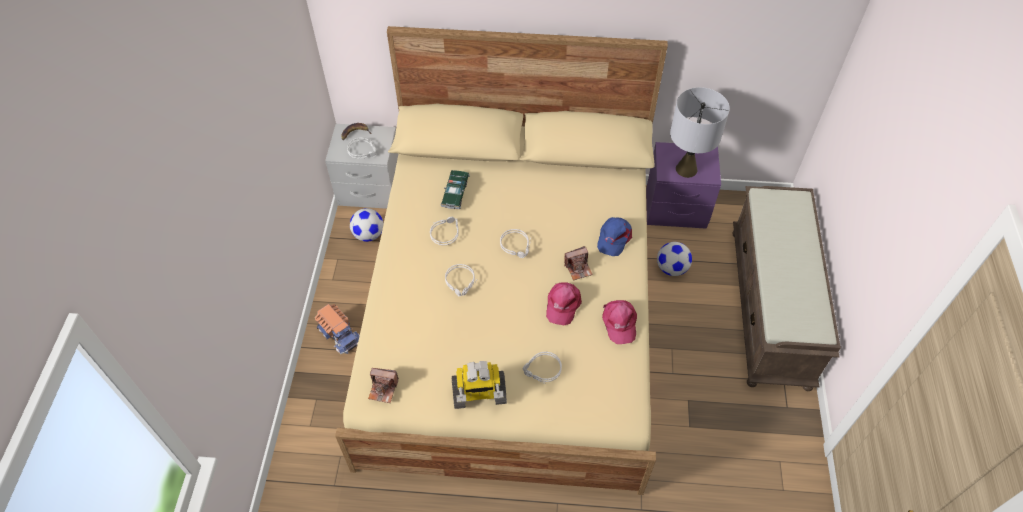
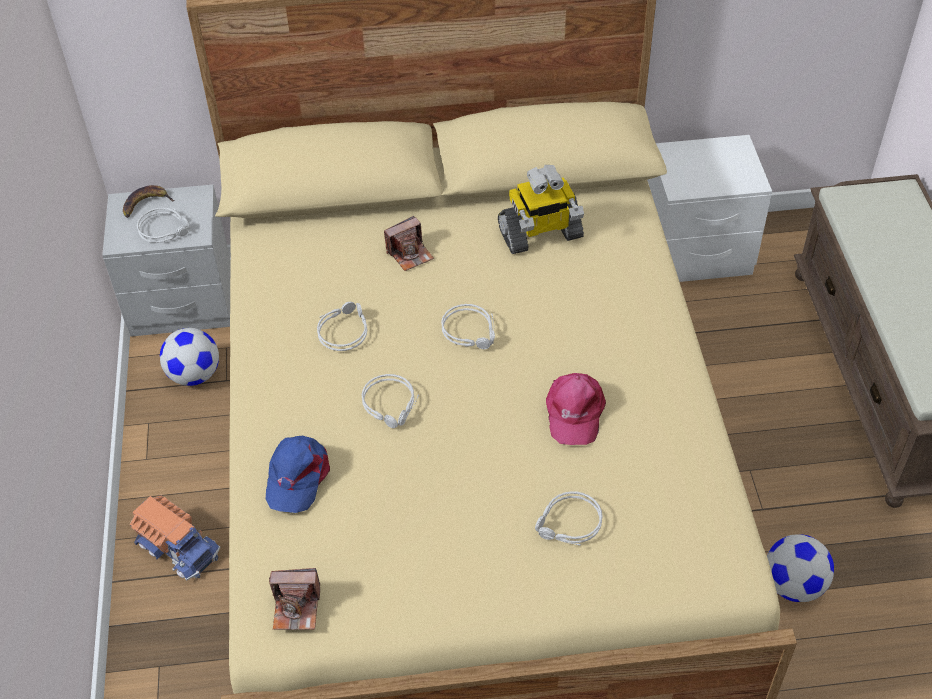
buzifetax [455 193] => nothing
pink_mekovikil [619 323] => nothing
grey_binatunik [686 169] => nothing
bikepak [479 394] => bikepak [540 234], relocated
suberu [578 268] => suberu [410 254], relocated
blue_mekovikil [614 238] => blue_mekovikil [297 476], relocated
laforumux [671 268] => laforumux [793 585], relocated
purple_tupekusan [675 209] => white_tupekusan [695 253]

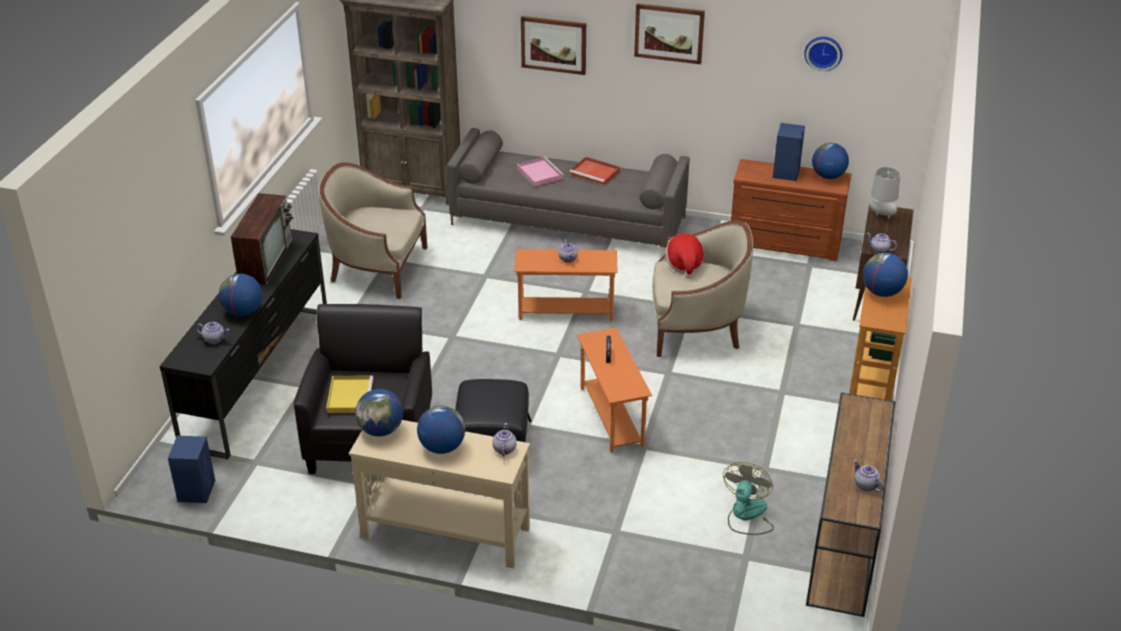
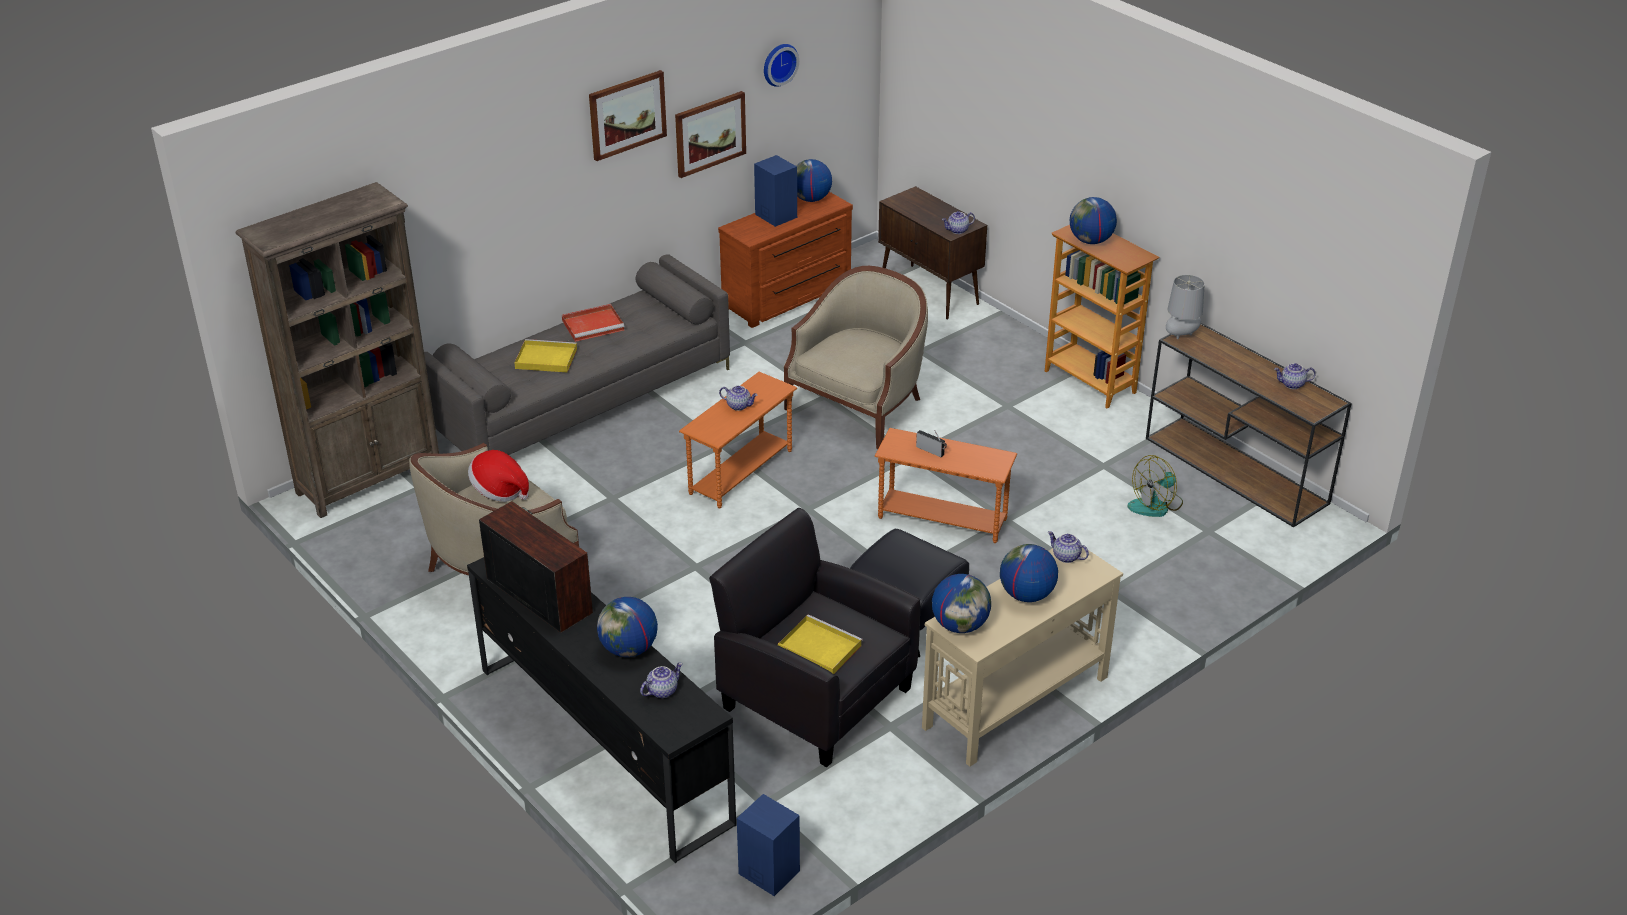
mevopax [554 44] => mevopax [710 133], relocated
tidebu [684 265] => tidebu [499 490], relocated
grey_binatunik [881 215] => grey_binatunik [1181 336], relocated
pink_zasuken [539 173] => yellow_zasuken [545 359]
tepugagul [747 515] => tepugagul [1156 505], 90 degrees counterclockwise

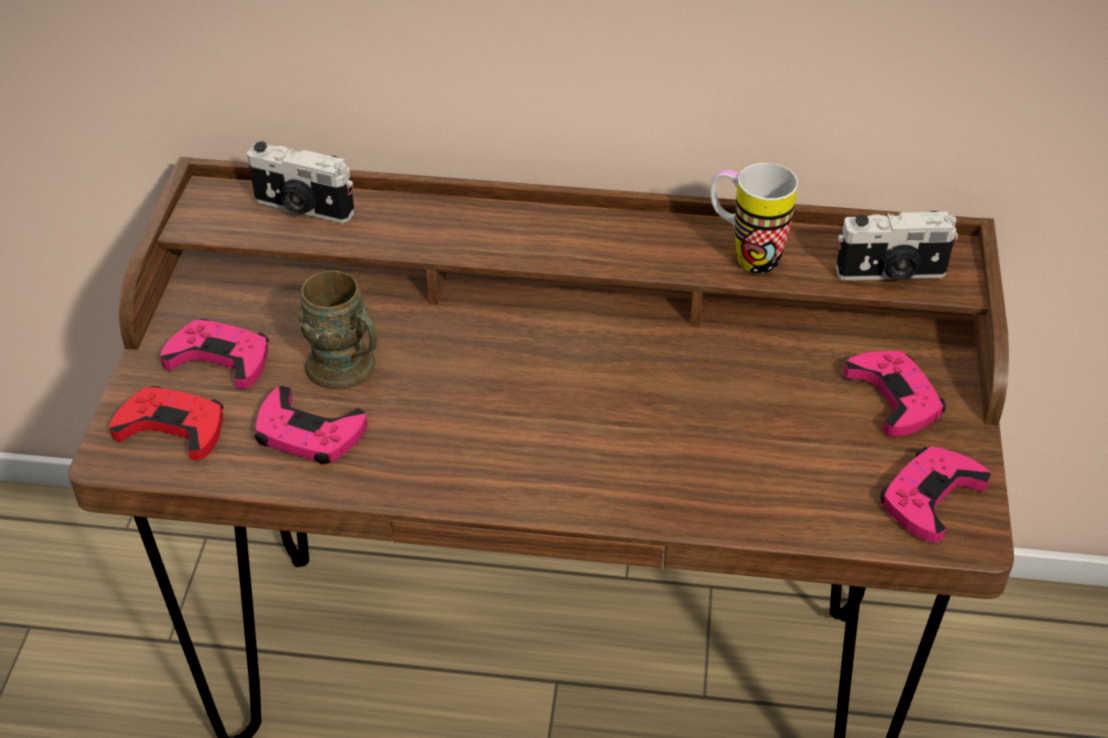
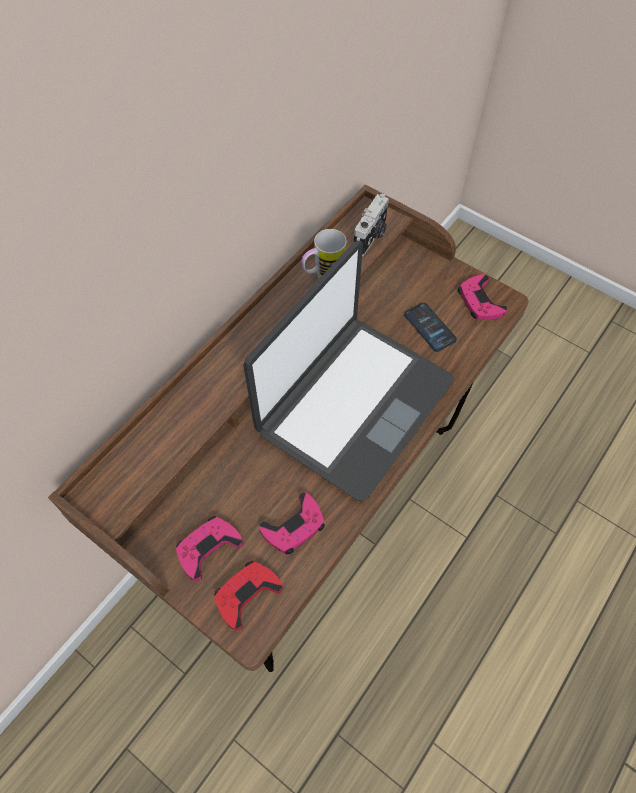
suberu [303 208] => nothing
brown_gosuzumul [349 372] => nothing
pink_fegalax [894 397] => nothing
nothing => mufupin [353 405]
nothing => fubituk [429 327]

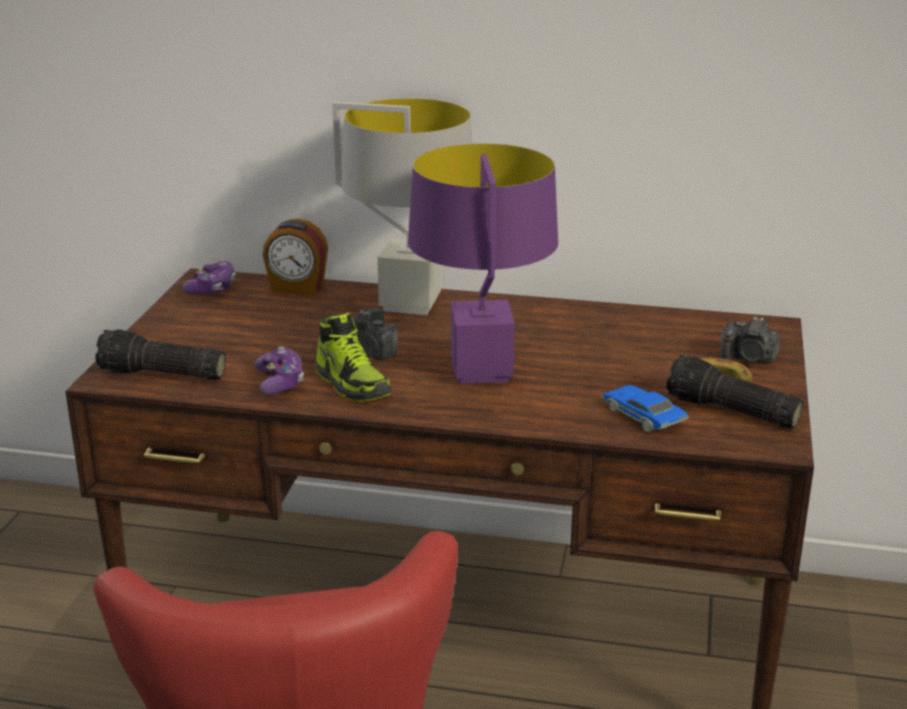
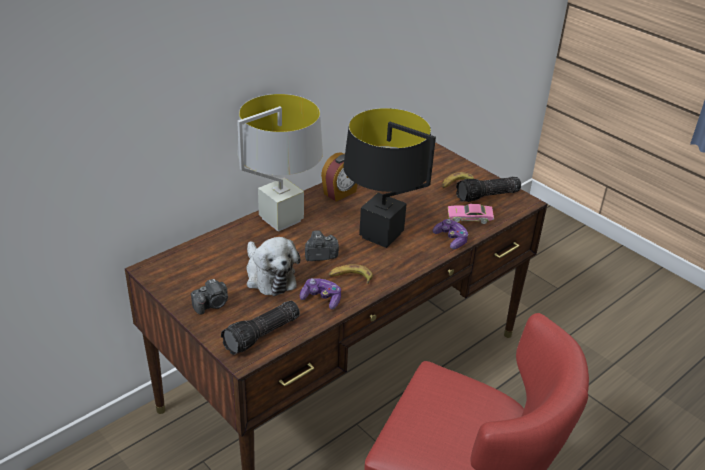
nothing => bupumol [269 276]
fegalax [212 288] => fegalax [451 239], relocated
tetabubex [297 288] => tetabubex [340 193], relocated
suberu [749 358] => suberu [212 305], relocated
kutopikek [352 384] => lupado [350 278]
purple_binatunik [481 372] => black_binatunik [381 236]
blue_buzifetax [644 416] => pink_buzifetax [469 217]

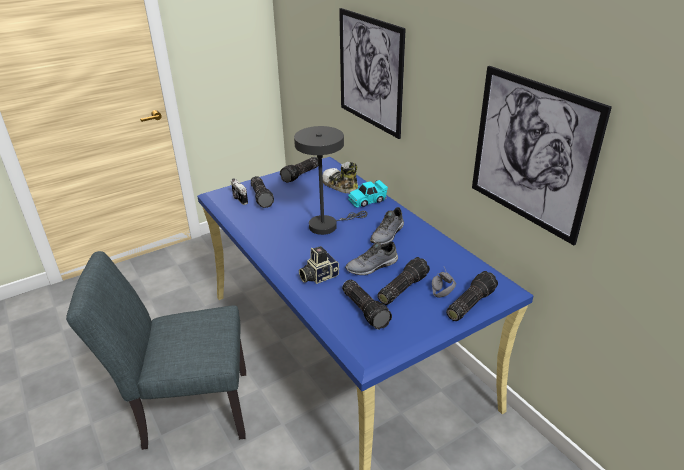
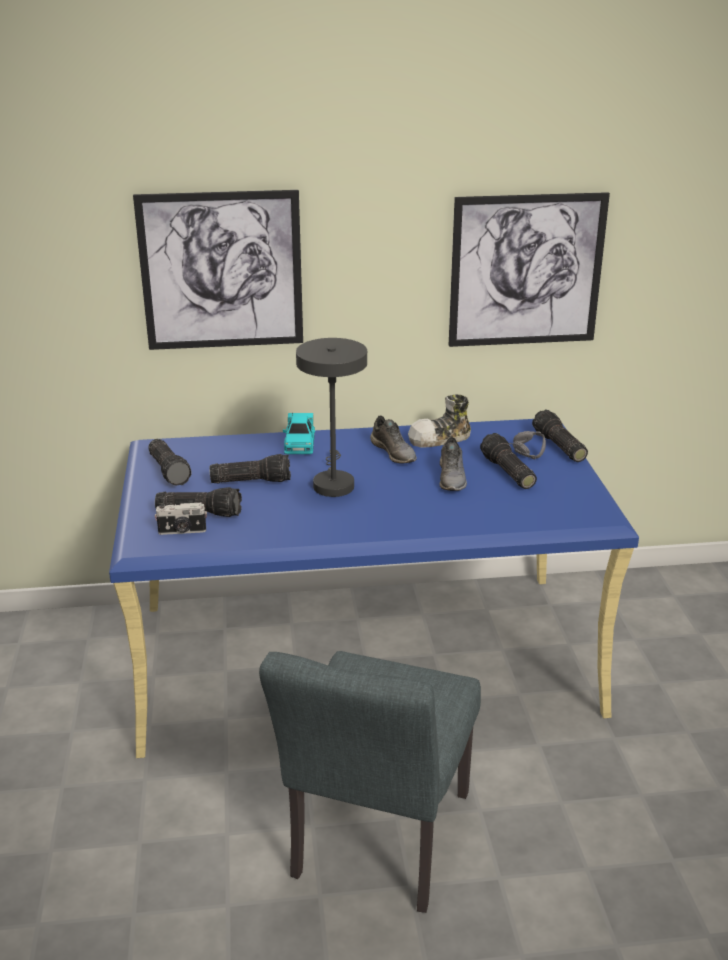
suberu [318 276] => nothing
kutopikek [339 186] => kutopikek [440 439], relocated
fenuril [366 310] => fenuril [252 480], relocated

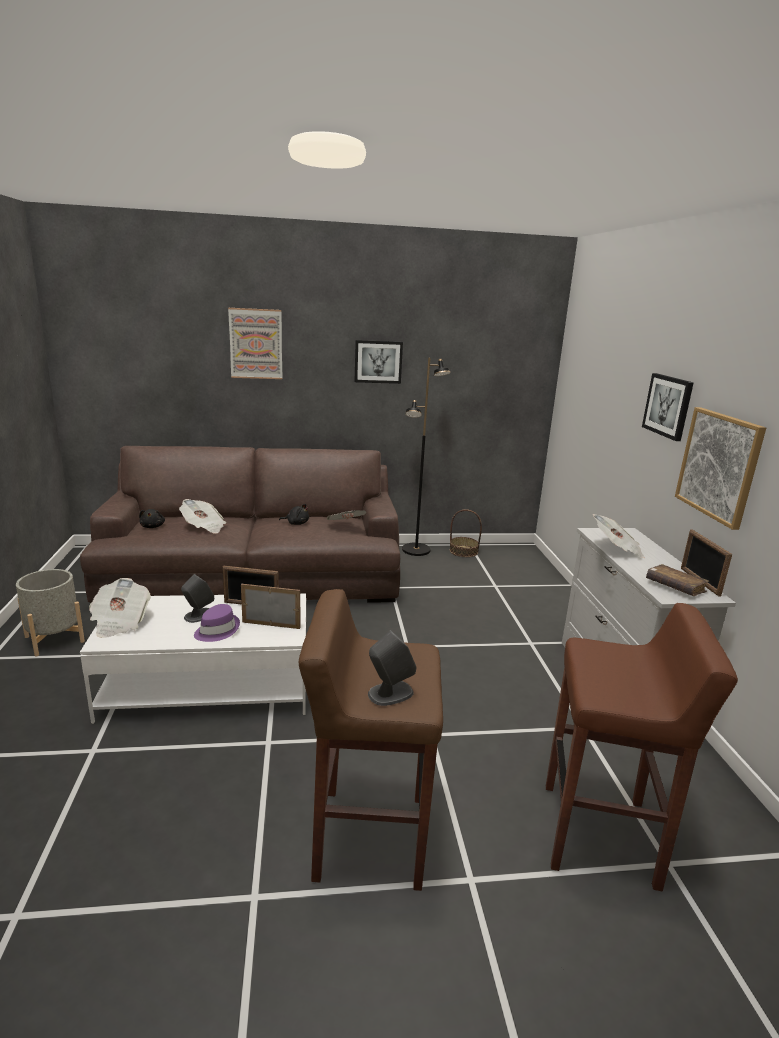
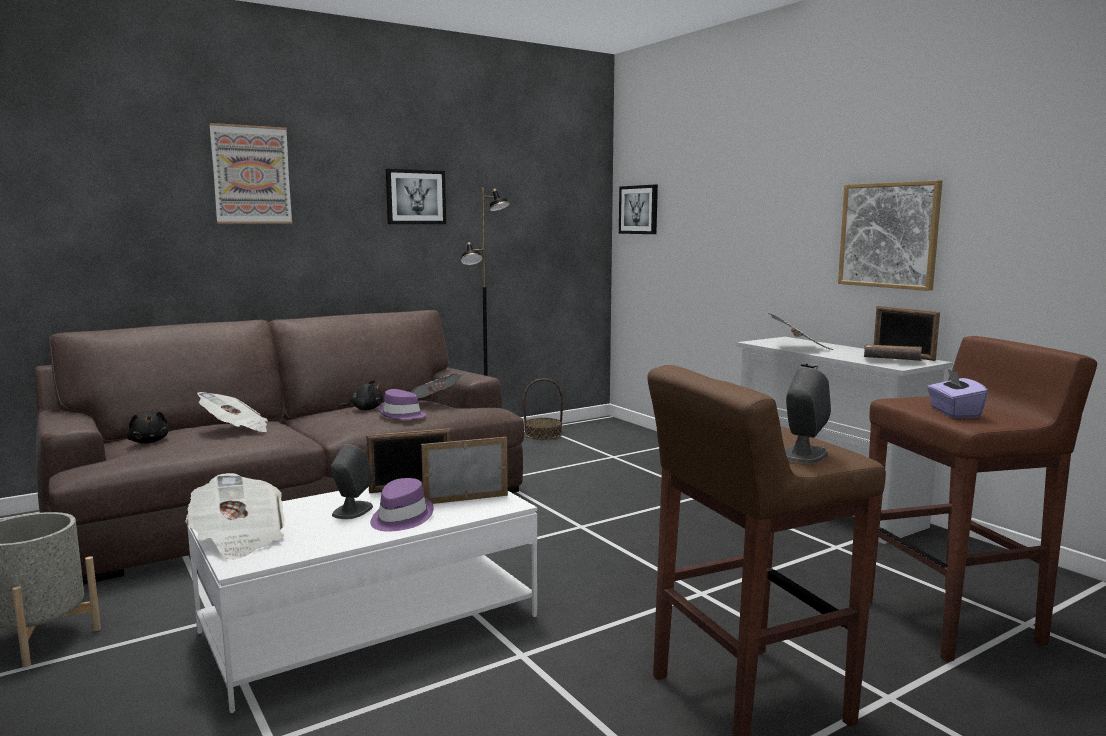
nothing => purple_tidebu [402 415]
nothing => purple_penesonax [954 413]
mevopax [668 406] => mevopax [639 209], relocated

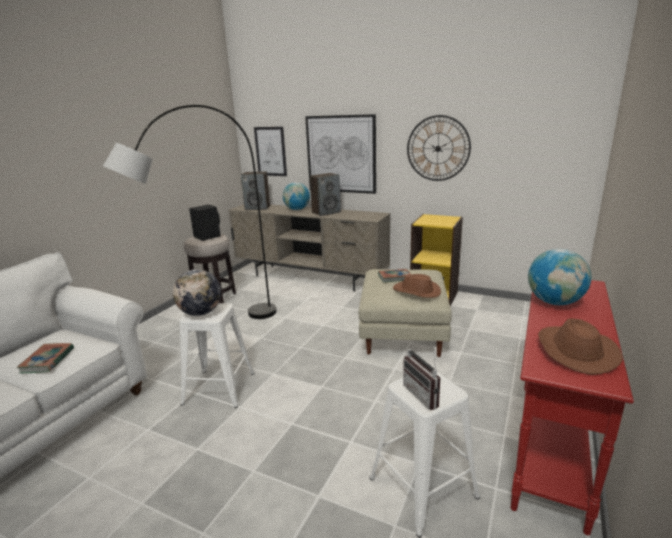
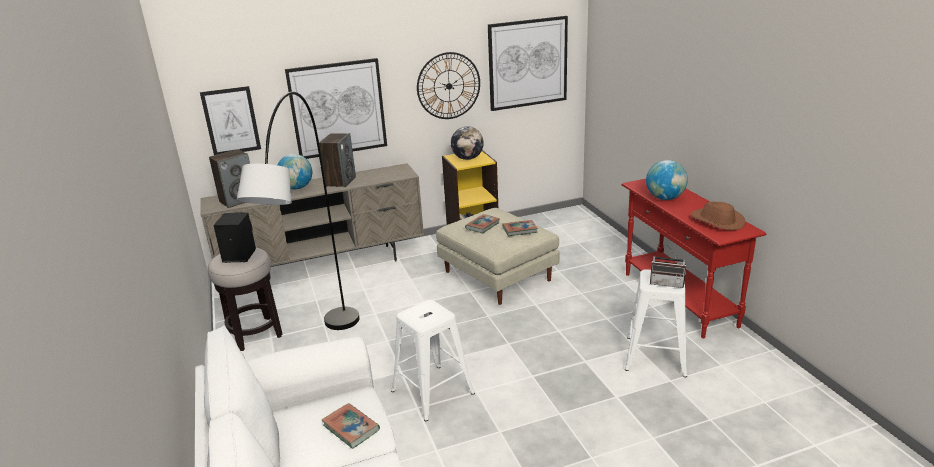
nothing => mevopax [528 63]
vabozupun [201 313] => vabozupun [468 158], relocated
brown_tidebu [416 291] => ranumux [520 230]

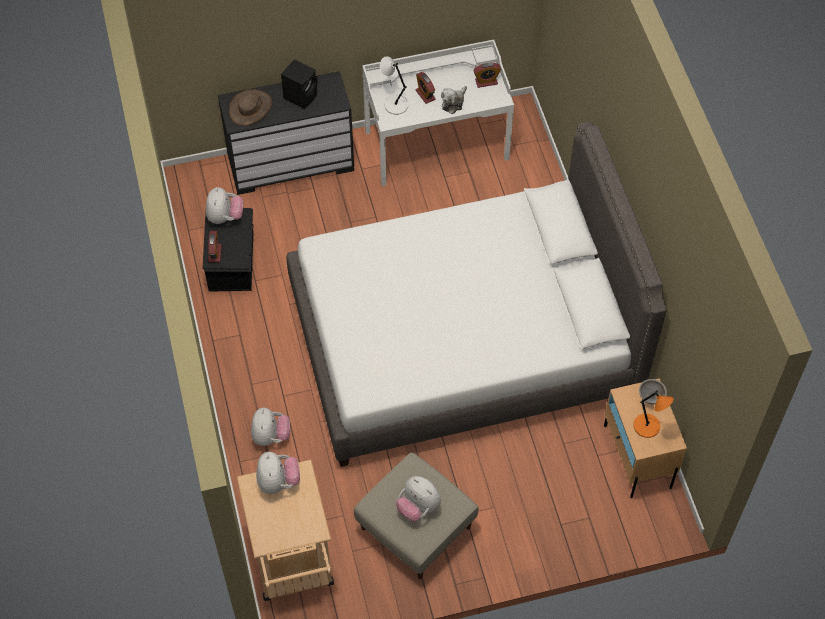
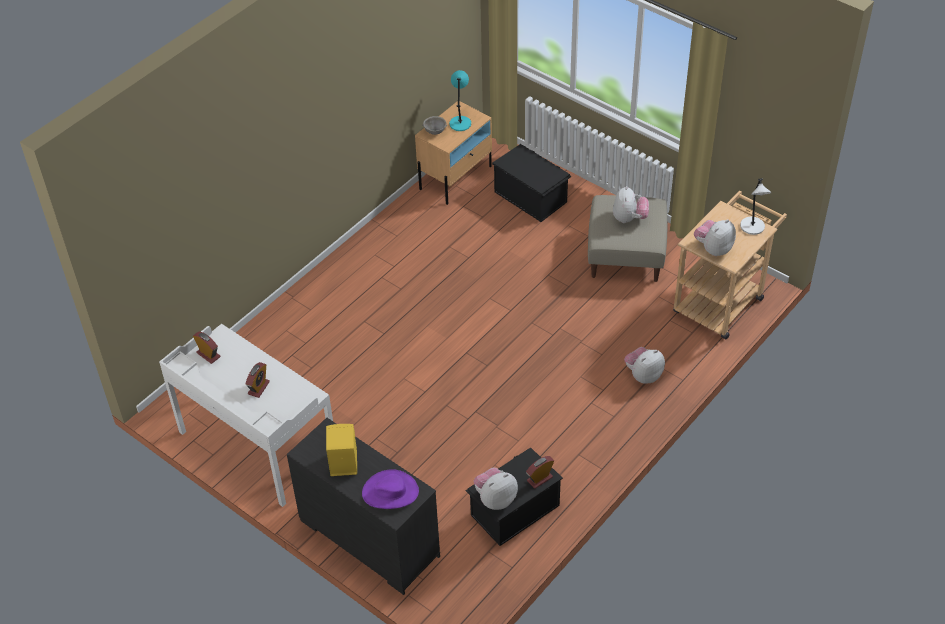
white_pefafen [463 341] => nothing
bupumol [453 102] => nothing
nothing => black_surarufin [530 196]
white_binatunik [395 105] => white_binatunik [752 227], relocated
brown_tidebu [251 108] => purple_tidebu [390 492]
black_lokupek [301 96] => yellow_lokupek [342 463]
orange_binatunik [648 427] => turquoise_binatunik [460 123]

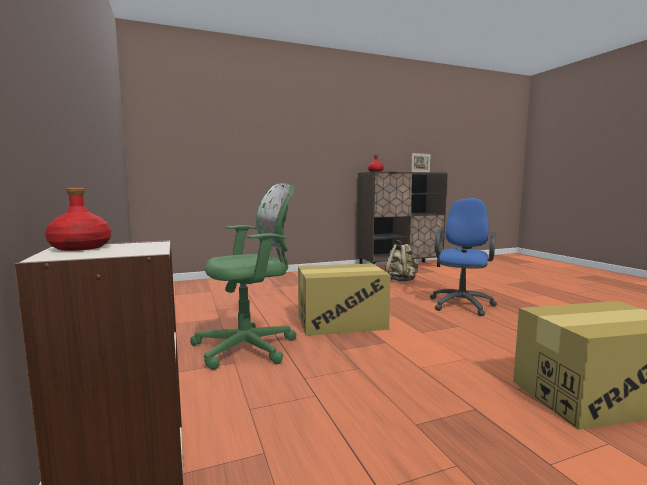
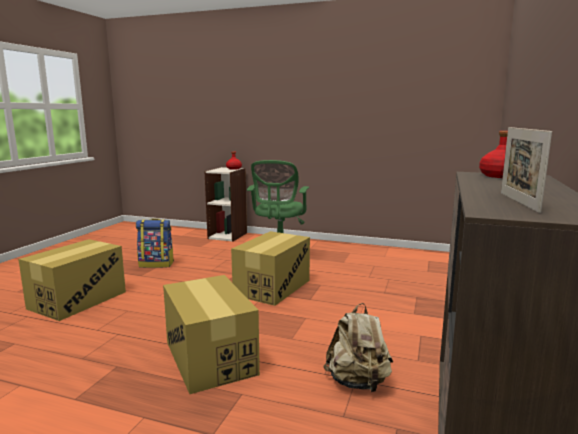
nothing => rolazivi [157 264]
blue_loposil [461 304] => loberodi [210 358]

